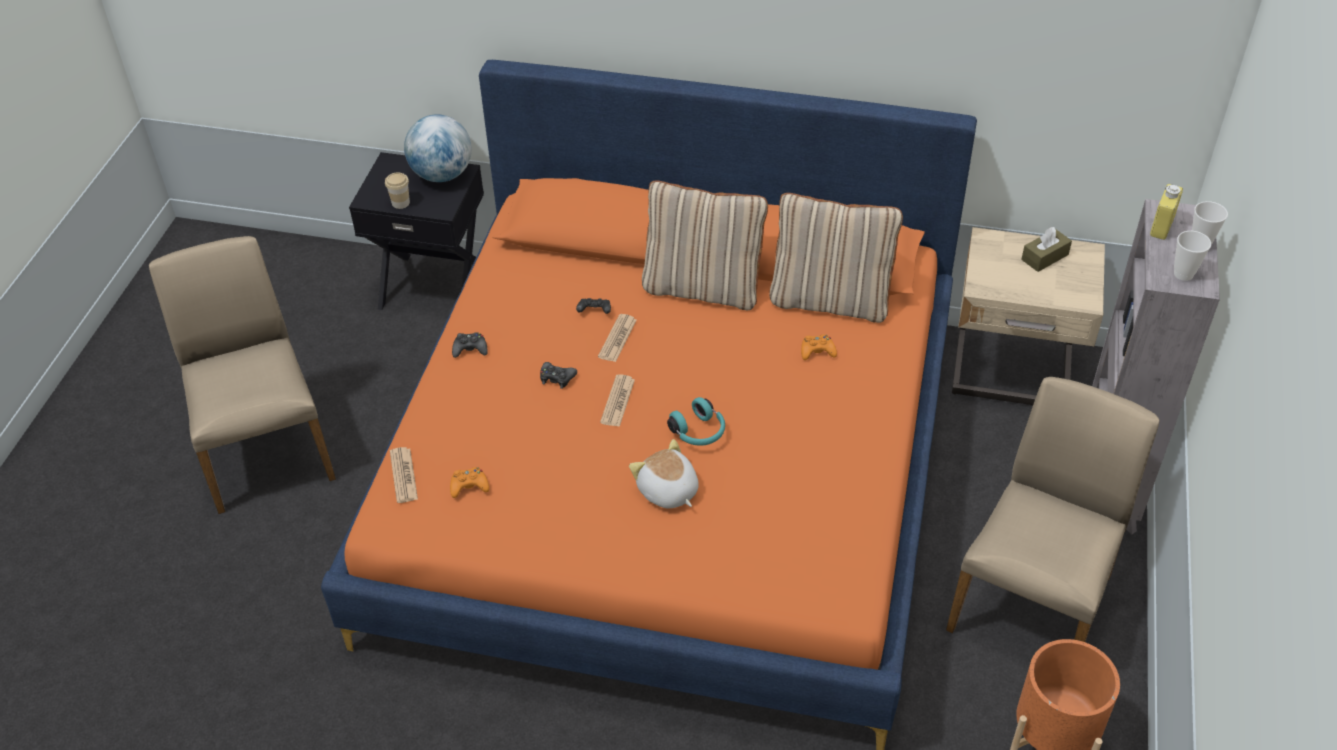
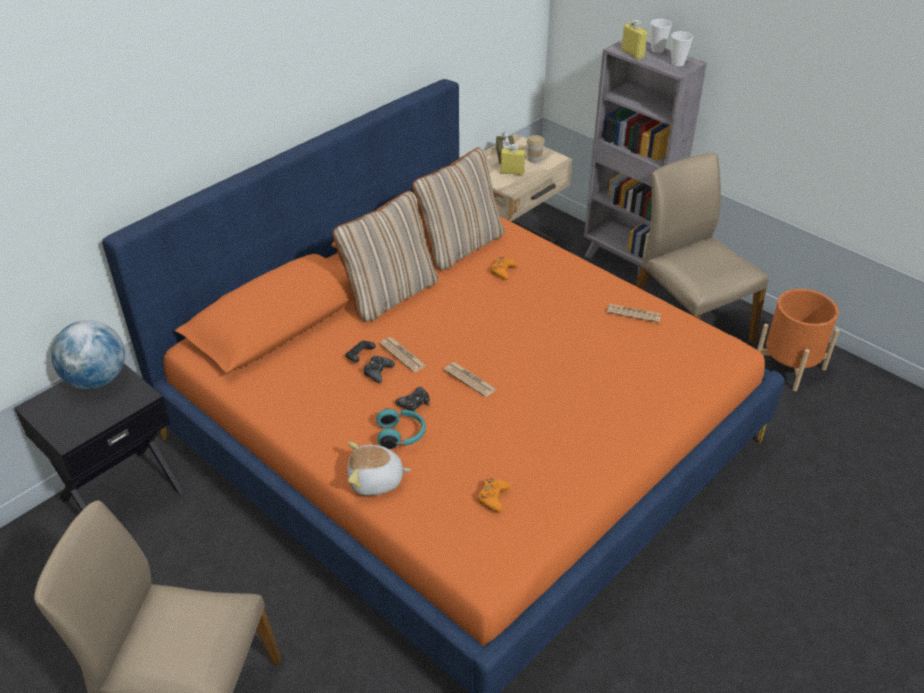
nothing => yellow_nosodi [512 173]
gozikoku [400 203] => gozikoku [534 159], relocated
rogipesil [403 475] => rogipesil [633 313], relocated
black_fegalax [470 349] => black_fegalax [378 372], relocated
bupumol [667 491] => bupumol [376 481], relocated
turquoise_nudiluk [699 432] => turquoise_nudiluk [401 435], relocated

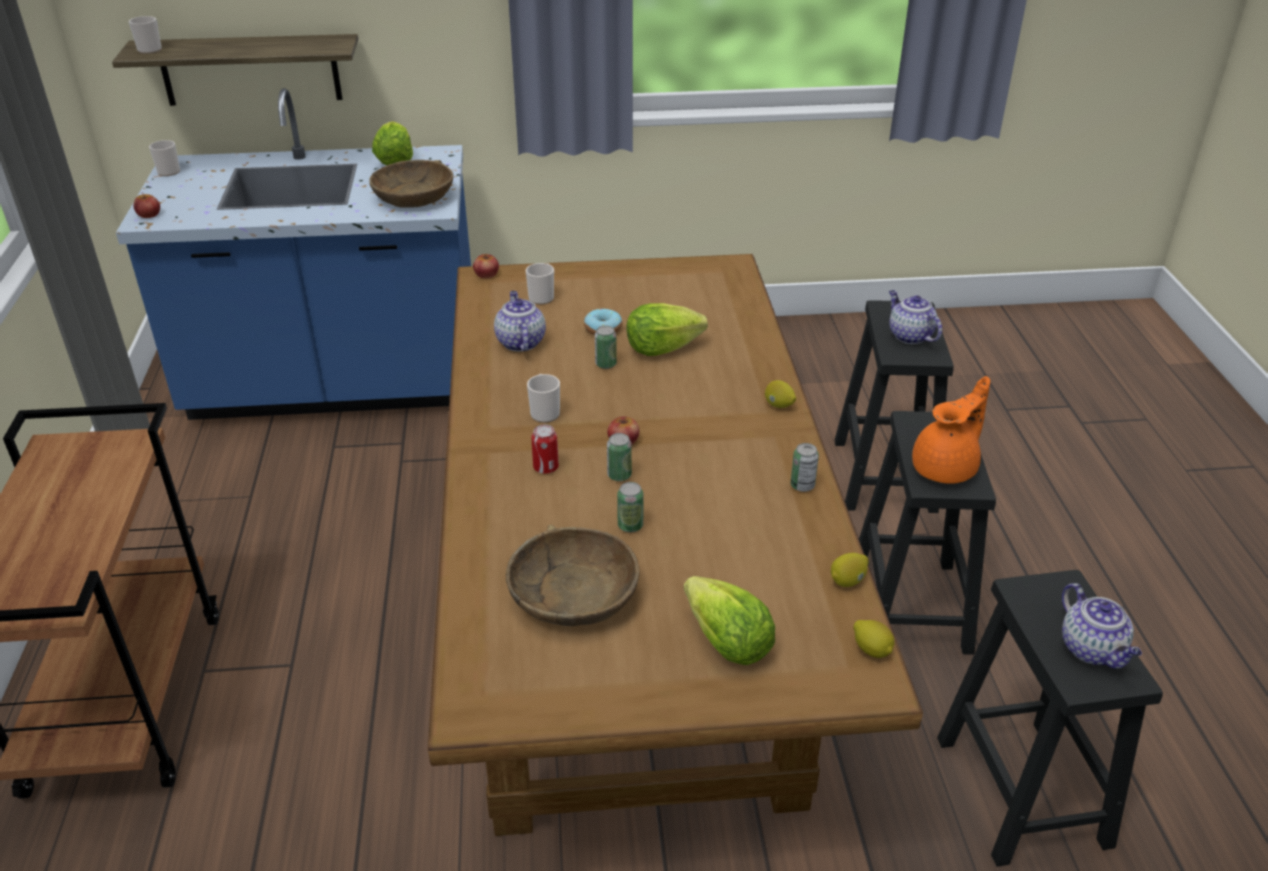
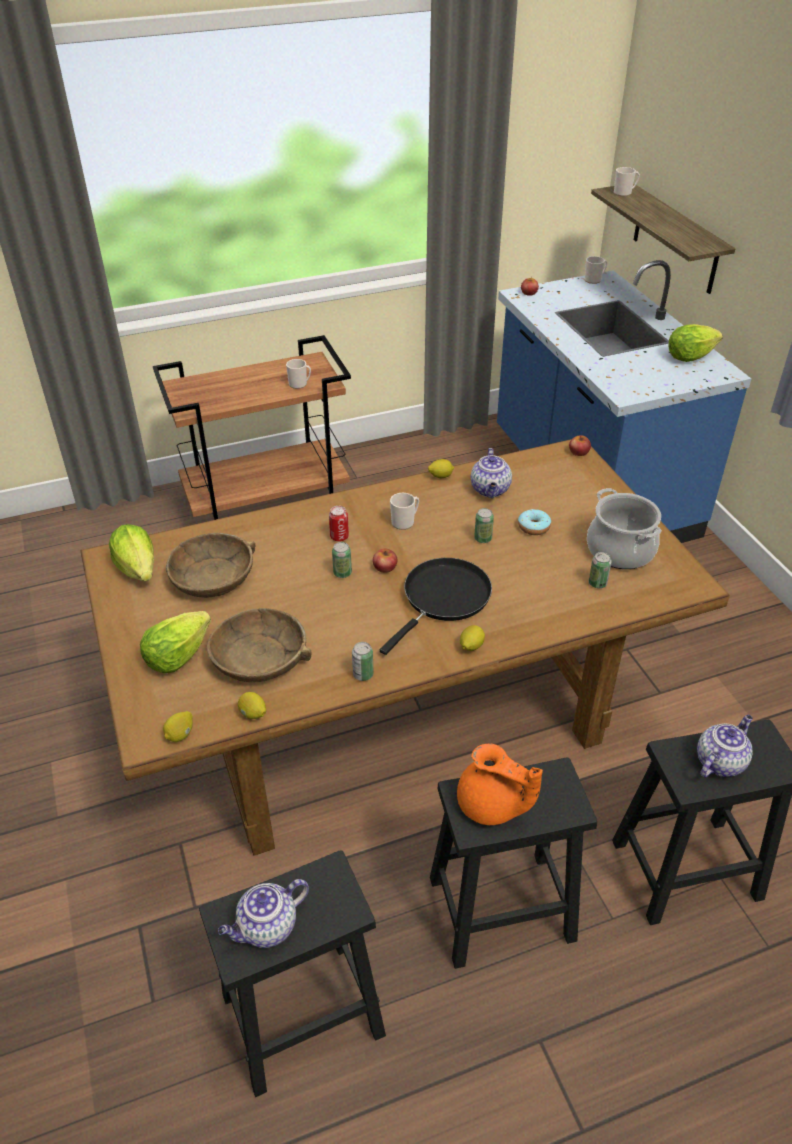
nothing => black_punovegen [443 598]
nothing => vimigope [440 476]
nothing => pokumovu [621 550]
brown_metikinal [413 196] => brown_metikinal [260 657], relocated
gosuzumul [542 296] => gosuzumul [300 384], relocated
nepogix [630 526] => nepogix [597 583], relocated
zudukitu [661 348] => zudukitu [138 568], relocated
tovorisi [520 342] => tovorisi [490 490], 120 degrees clockwise

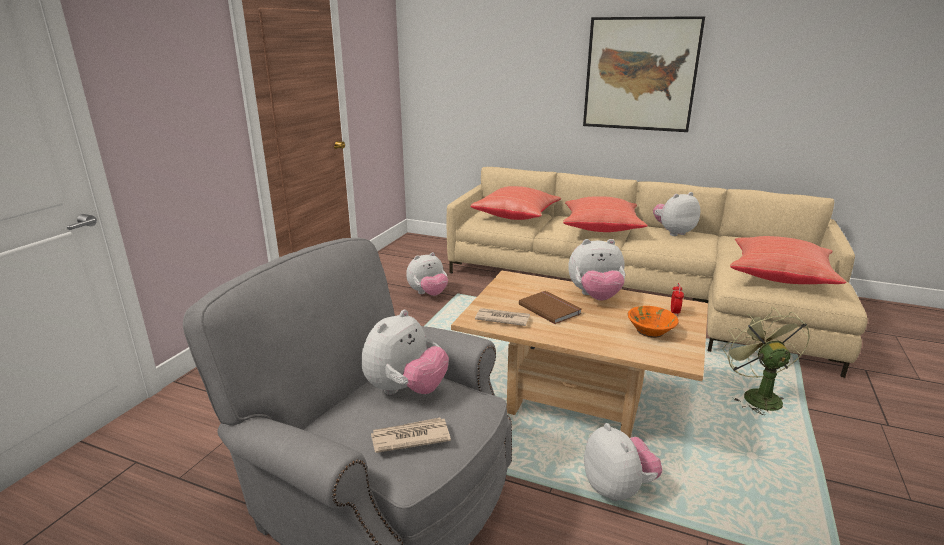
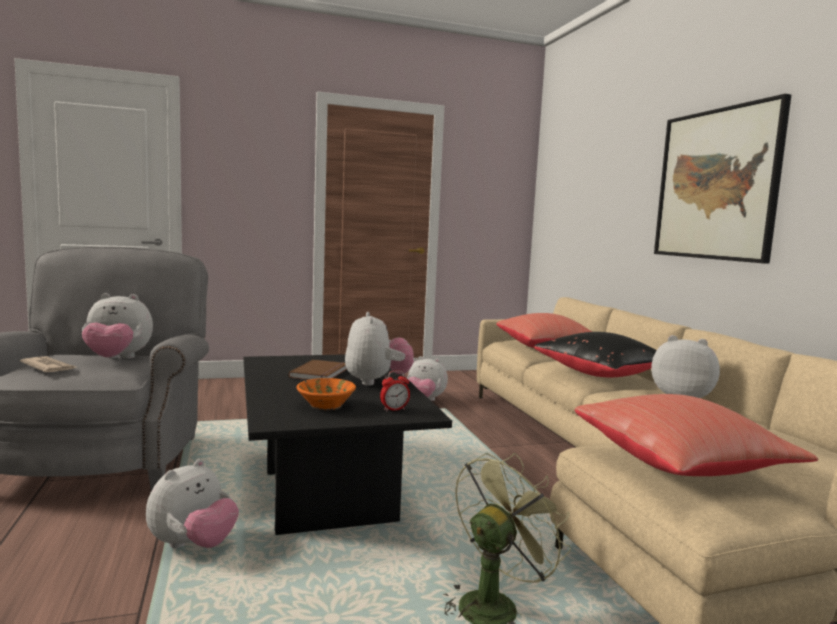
rogipesil [502 319] => nothing
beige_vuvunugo [576 400] => black_vuvunugo [328 495]
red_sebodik [601 228] => black_sebodik [602 374]
bupumol [595 297] => bupumol [377 382], 150 degrees counterclockwise

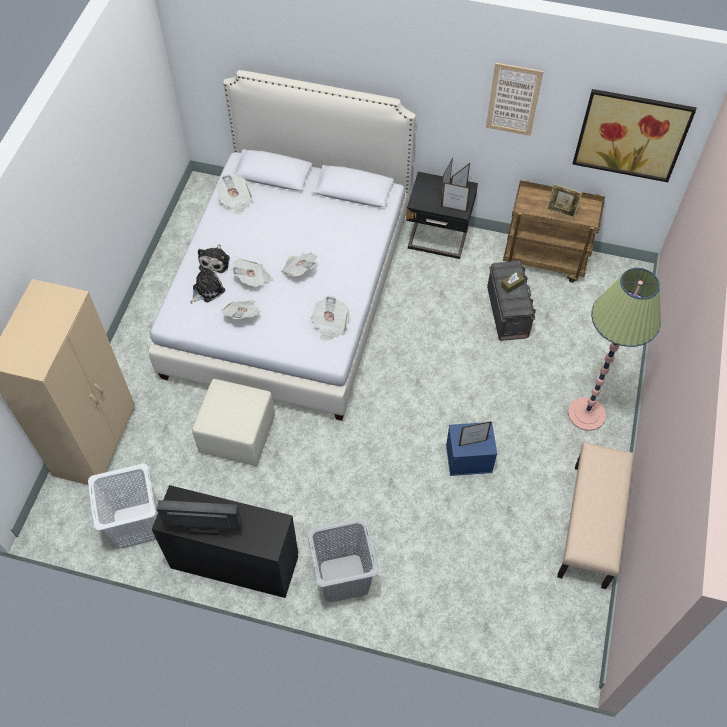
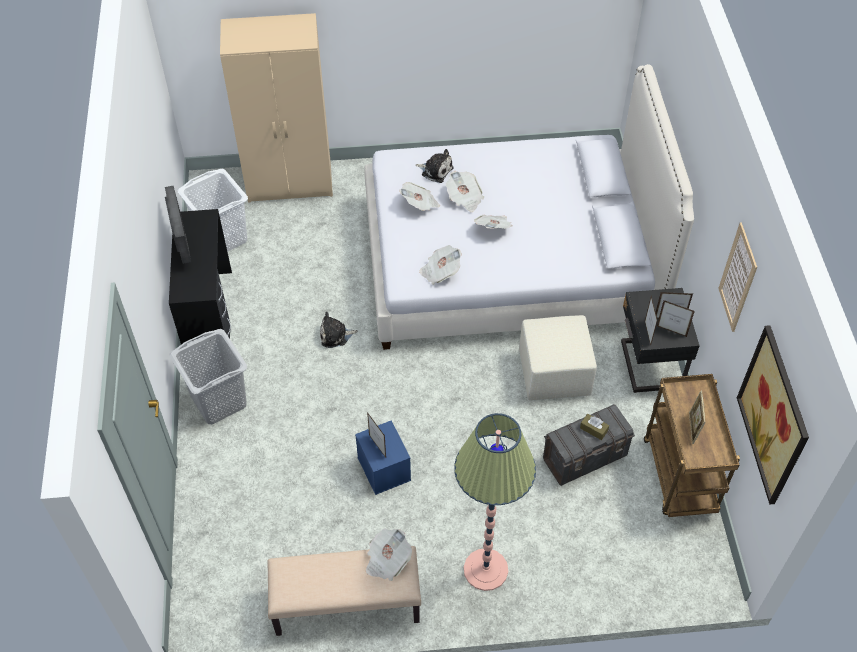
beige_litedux [238 434] => beige_litedux [555 374], relocated
bupumol [215 261] => bupumol [335 335], relocated
rogipesil [235 200] => rogipesil [387 560], relocated

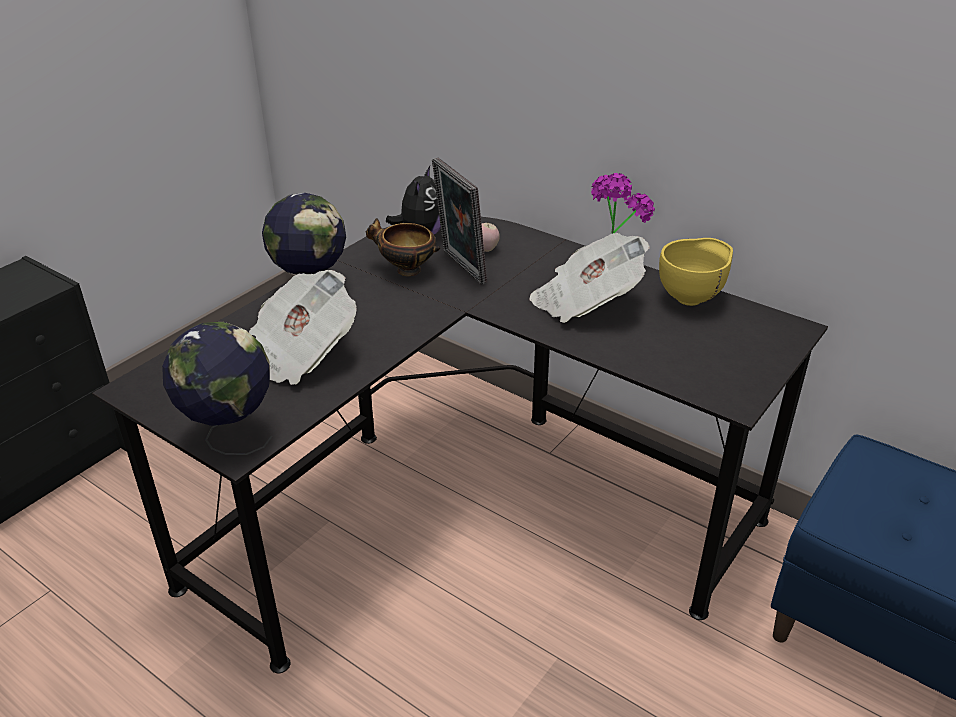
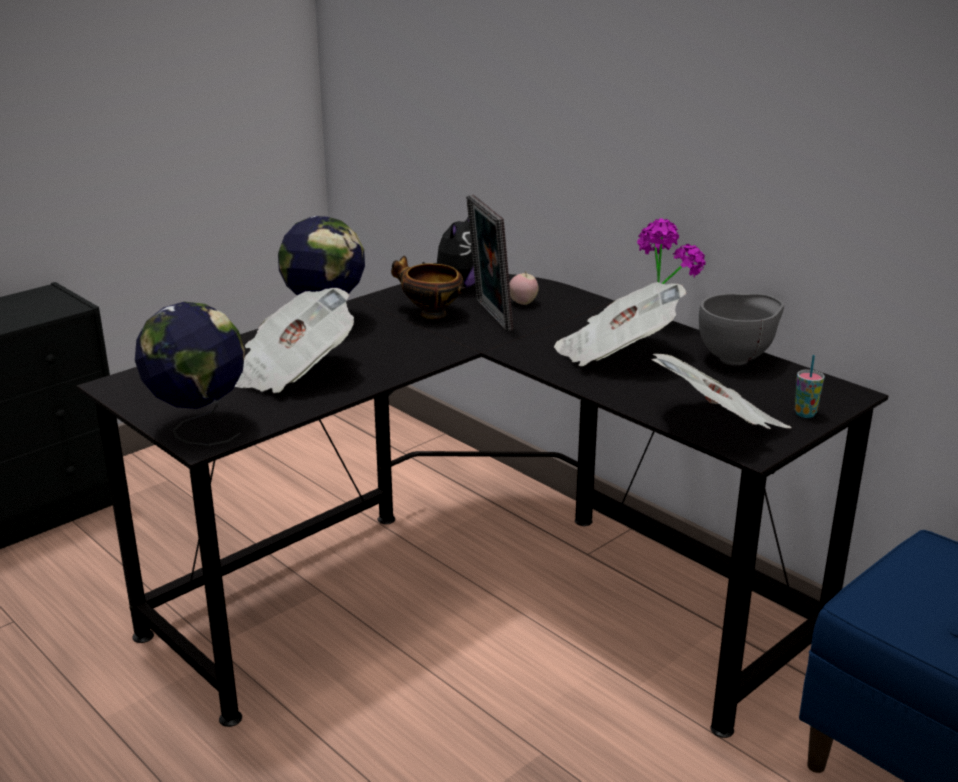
nothing => rogipesil [717 426]
nothing => gozikoku [805 414]
yellow_metikinal [691 298] => grey_metikinal [737 359]

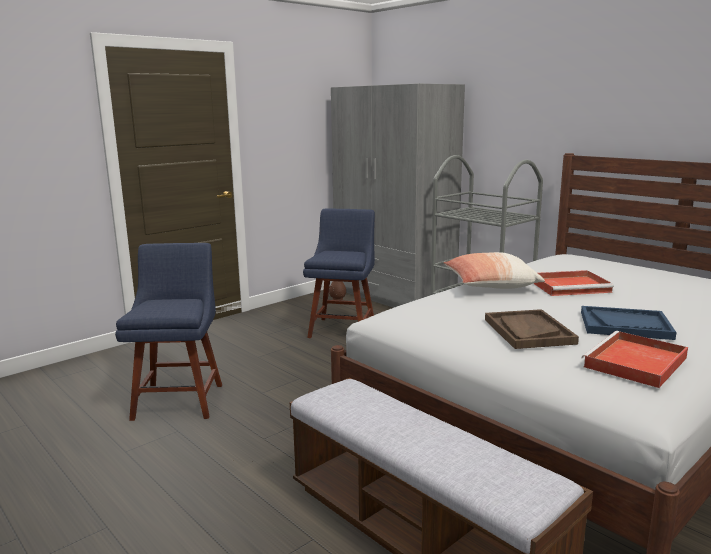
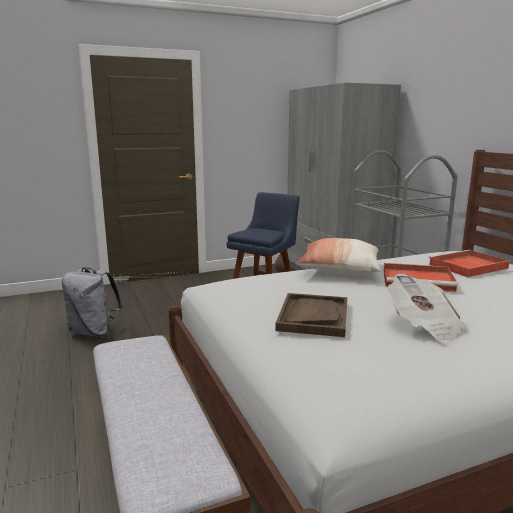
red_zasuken [635 363] => red_zasuken [467 266], relocated
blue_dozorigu [180 399] => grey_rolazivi [93 332]
blue_zasuken [625 325] => rogipesil [424 326]

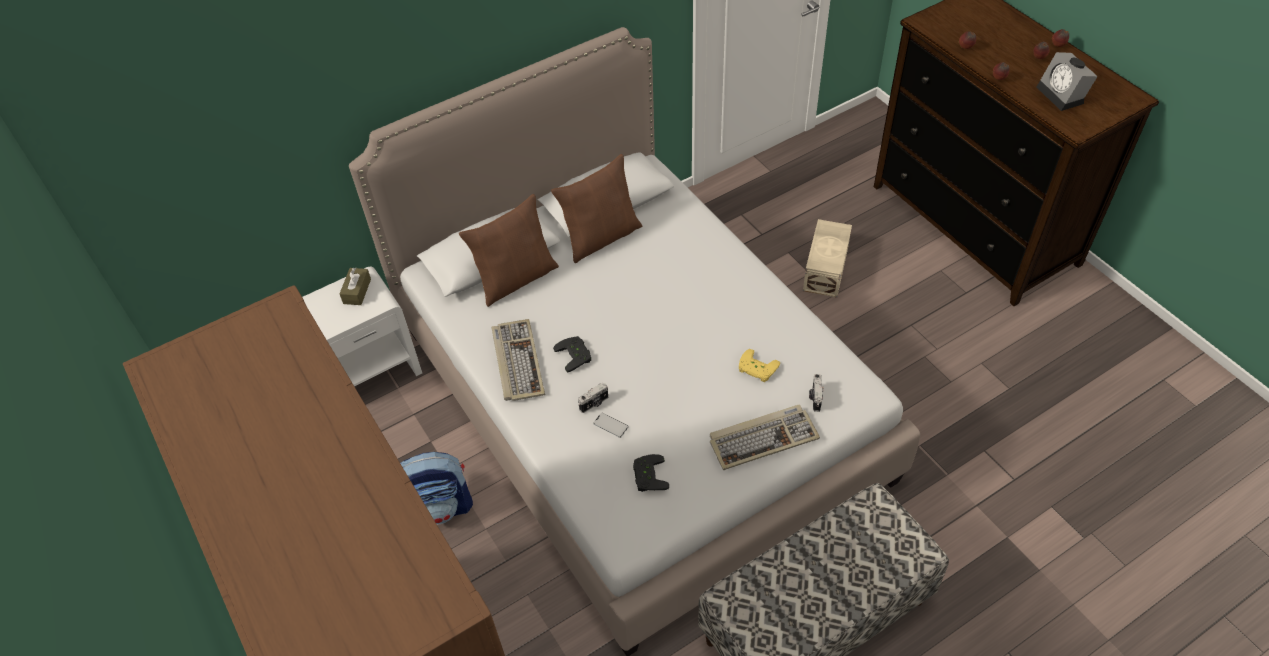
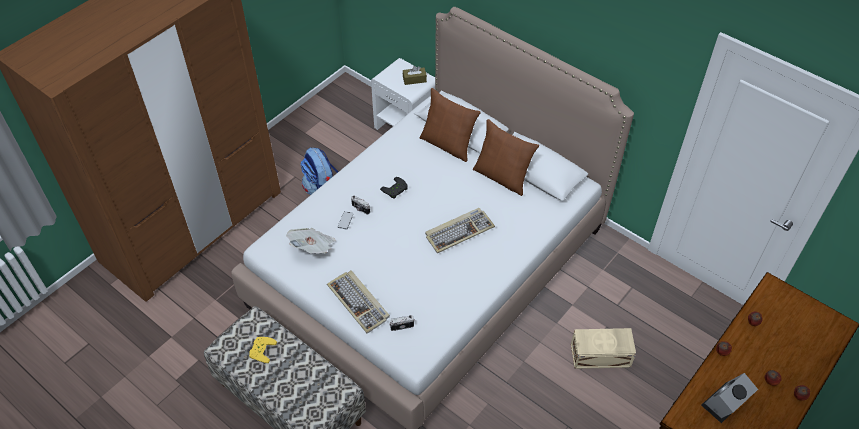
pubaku [517 361] => pubaku [459 231], relocated
yellow_fegalax [756 369] => yellow_fegalax [261 350], relocated
black_fegalax [647 476] => rogipesil [313 247]

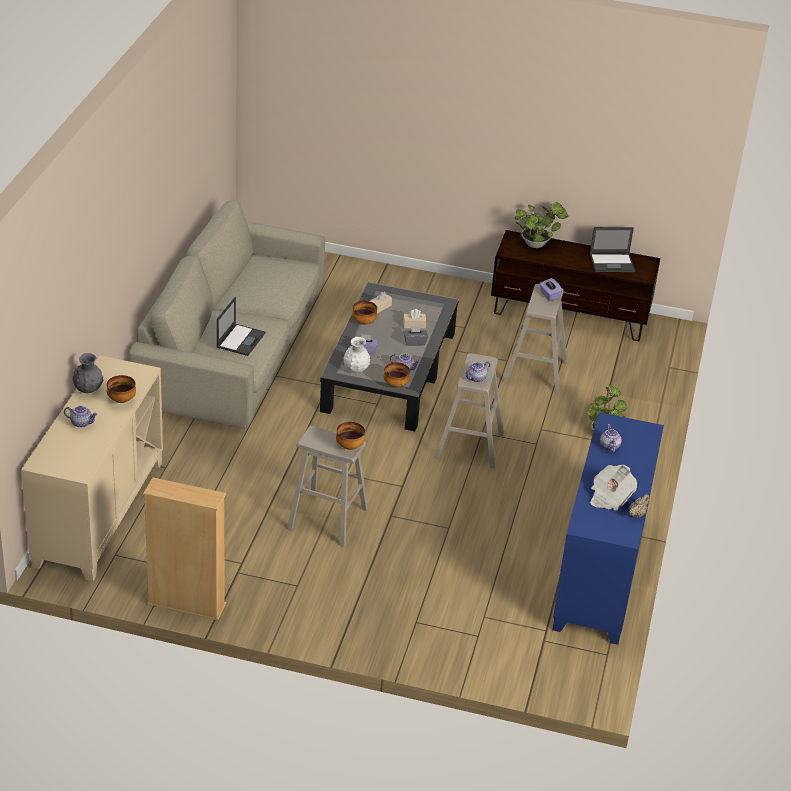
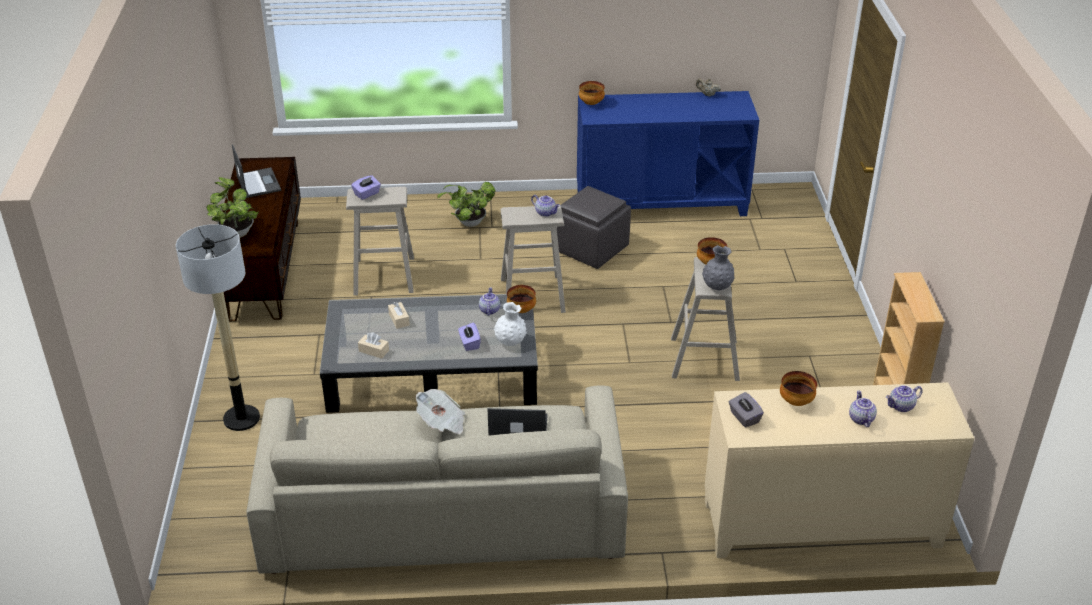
nothing => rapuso [241 418]
nothing => grey_litedux [591 249]
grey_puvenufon [88 390] => grey_puvenufon [717 287], relocated
metikinal [364 322] => metikinal [591 103], relocated
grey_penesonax [414 342] => grey_penesonax [744 417], relocated
rogipesil [610 497] => rogipesil [442 422], relocated
tovorisi [608 446] => tovorisi [901 407], relocated

